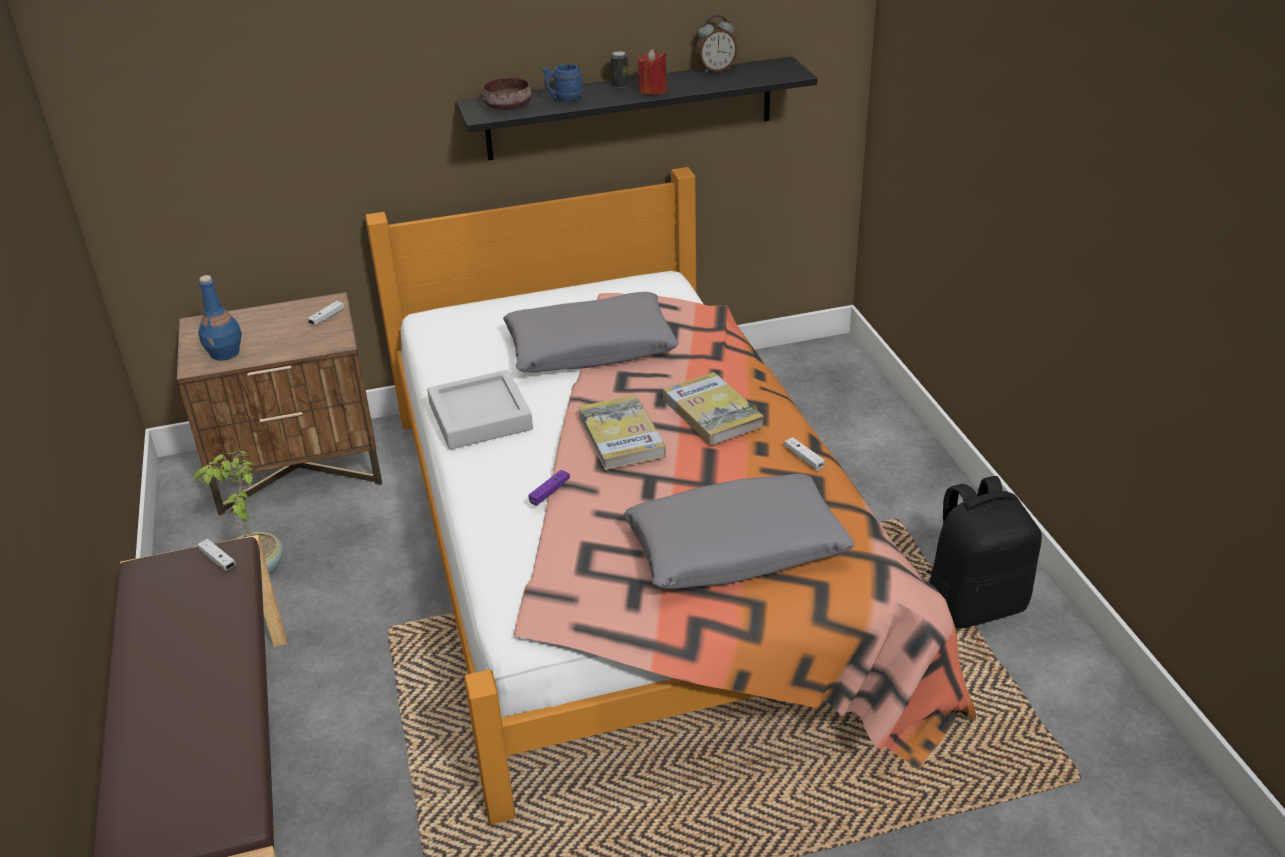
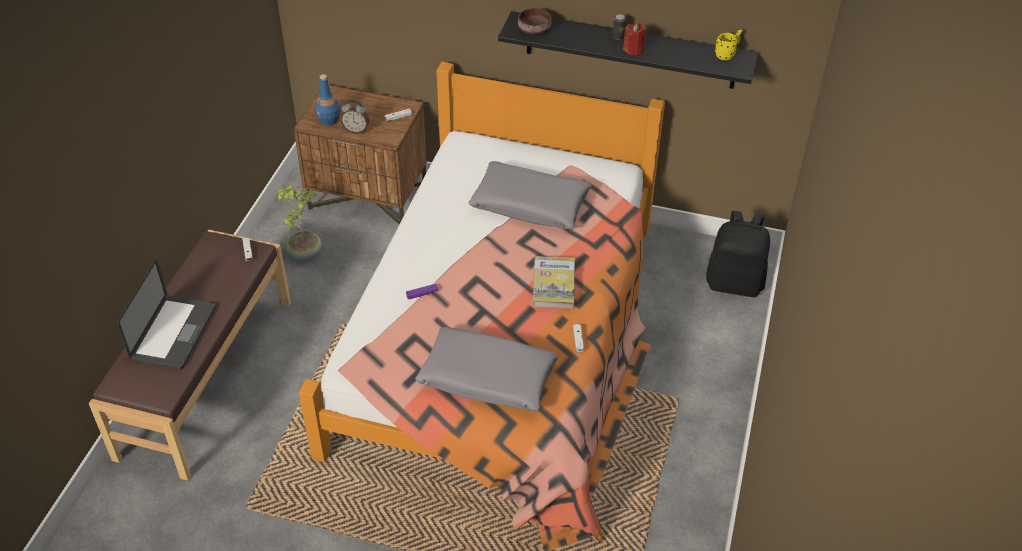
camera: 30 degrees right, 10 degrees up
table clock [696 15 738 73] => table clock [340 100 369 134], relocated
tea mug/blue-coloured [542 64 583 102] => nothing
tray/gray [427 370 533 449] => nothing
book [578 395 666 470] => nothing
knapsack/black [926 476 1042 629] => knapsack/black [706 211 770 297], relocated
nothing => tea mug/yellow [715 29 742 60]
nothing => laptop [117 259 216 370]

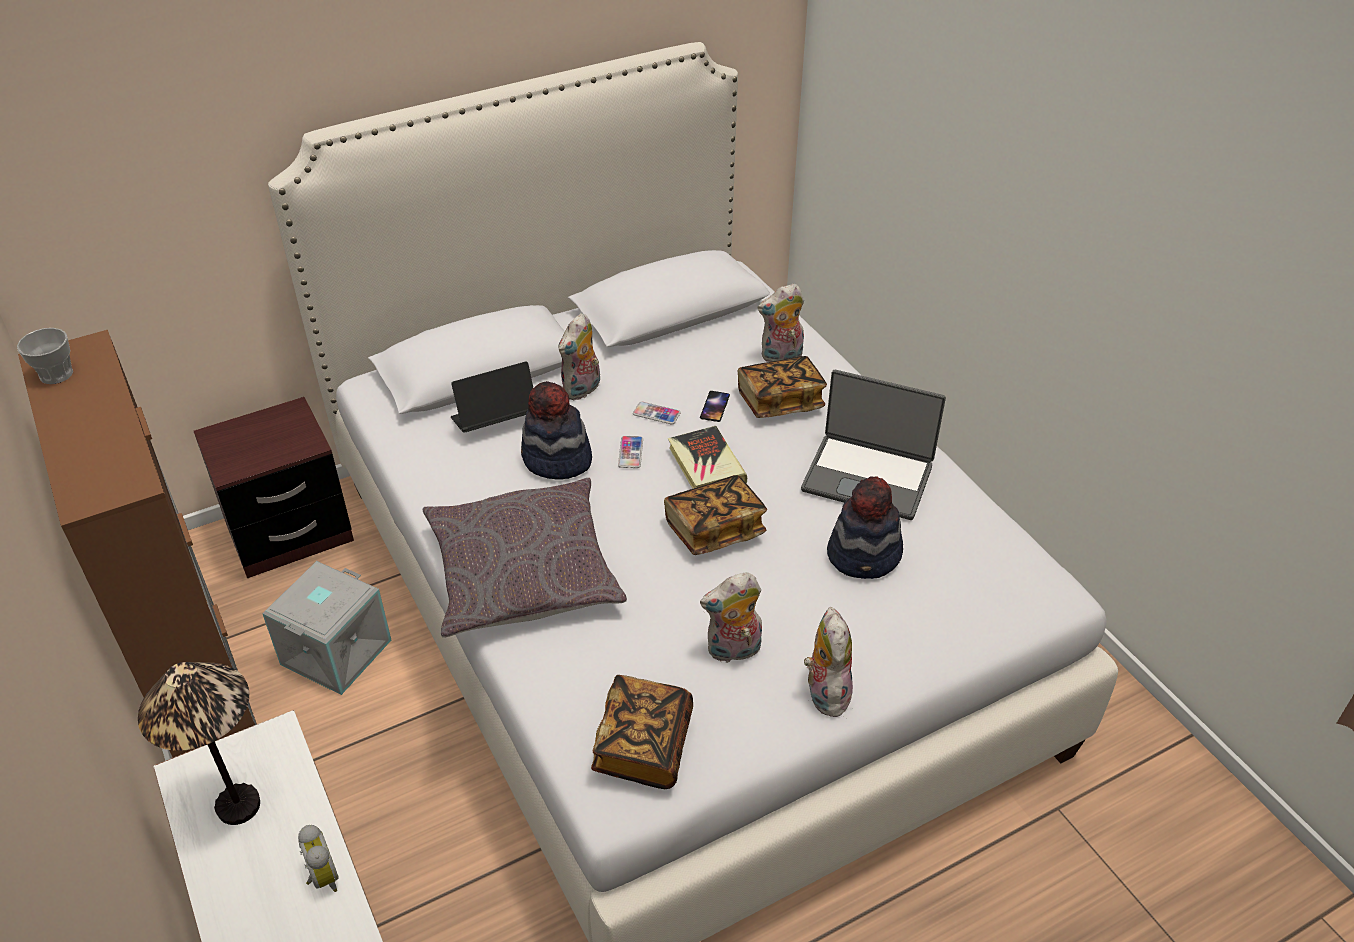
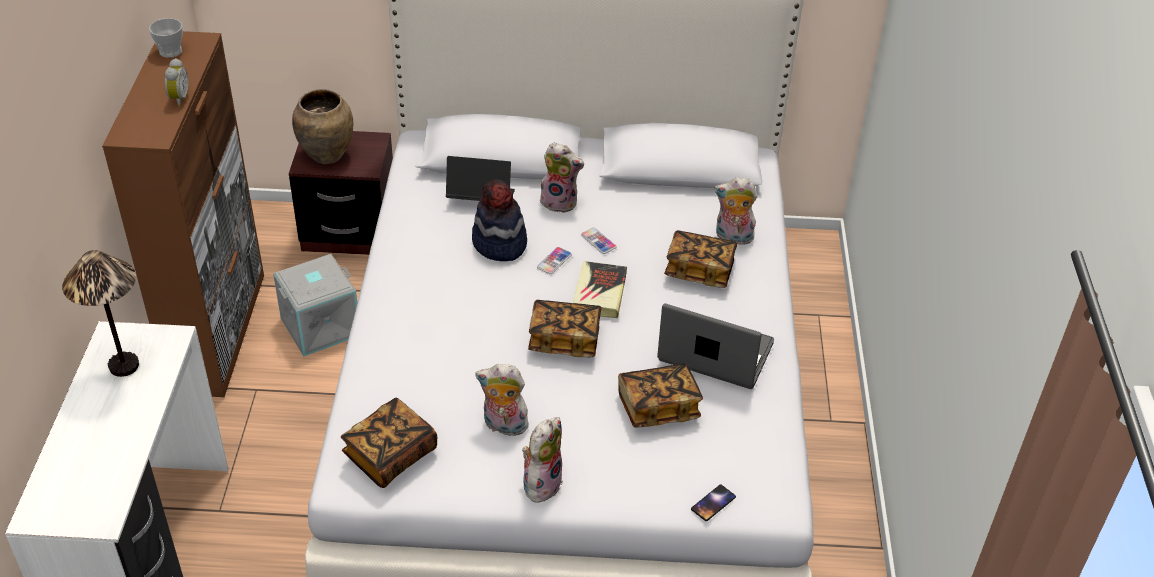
camera: 30 degrees right, 0 degrees up
cuddly toy [559 313 600 400] => cuddly toy [540 142 584 213], 135 degrees counterclockwise
laptop [801 370 946 520] => laptop [657 303 774 389], 150 degrees clockwise
telephone [700 391 730 422] => telephone [691 484 736 521], relocated
clothing hat [827 476 903 579] => book [618 363 703 427]
pillow/gray [422 478 627 638] => nothing
table clock [298 825 339 892] => table clock [165 58 188 107], relocated
nothing => flower vase/brown [292 89 353 164]

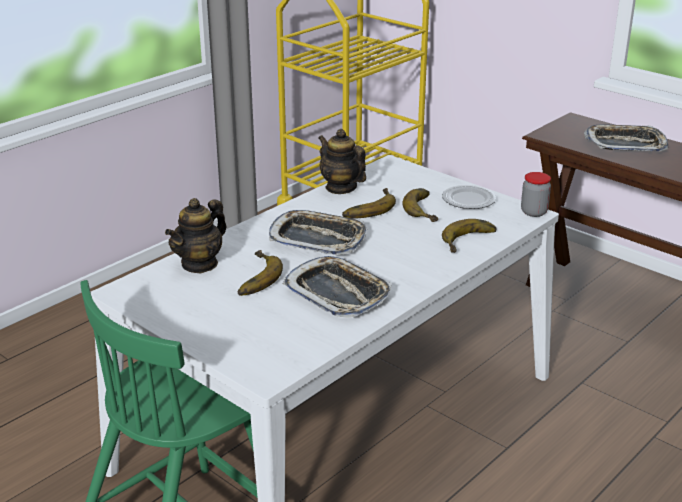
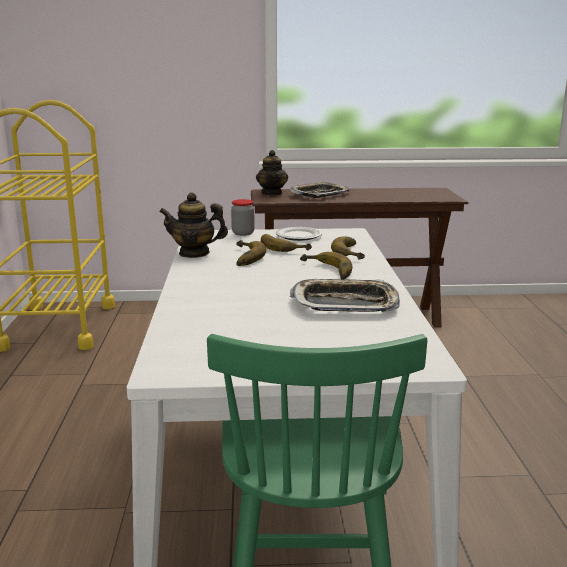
camera: 45 degrees left, 10 degrees down
jar [521 172 551 217] => jar [231 199 255 236], relocated
pot for tea [165 198 227 273] => pot for tea [256 150 288 195], relocated
tray [269 210 367 255] => nothing
banana fruit [238 250 283 296] => banana fruit [300 252 352 279], relocated

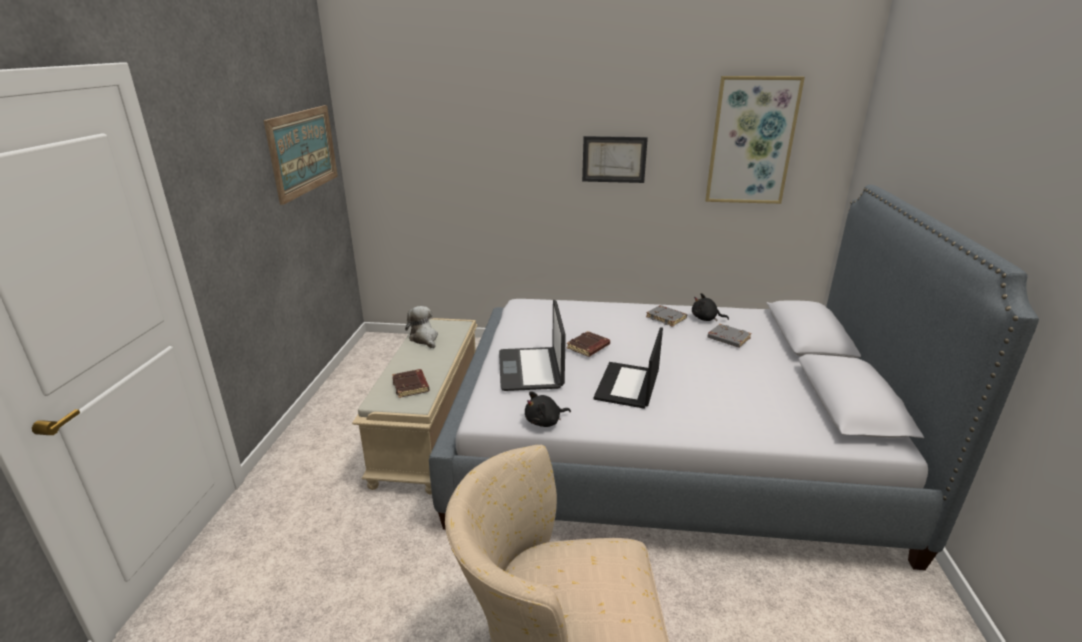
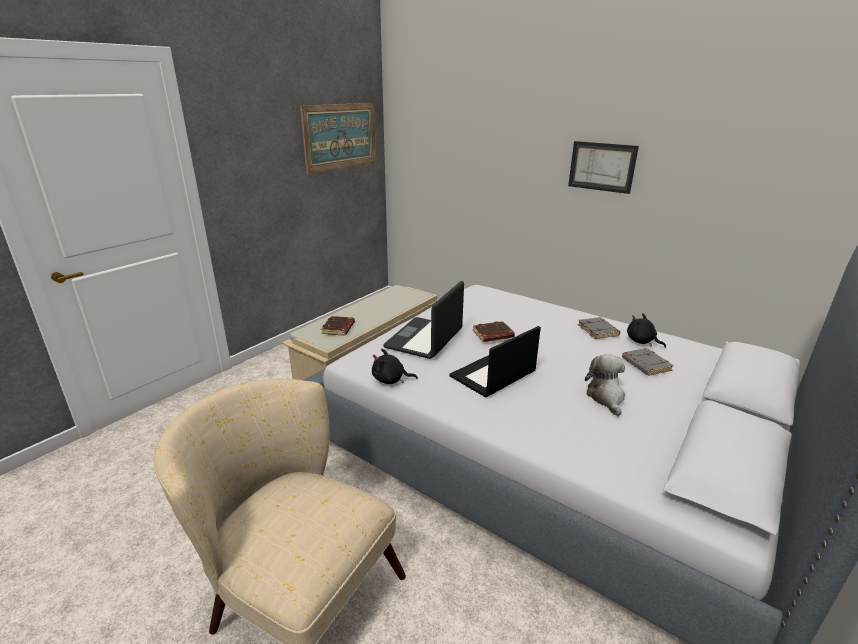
camera: 30 degrees right, 0 degrees up
picture [705 76 805 204] => nothing
cuddly toy [405 306 438 349] => cuddly toy [585 354 625 416], relocated

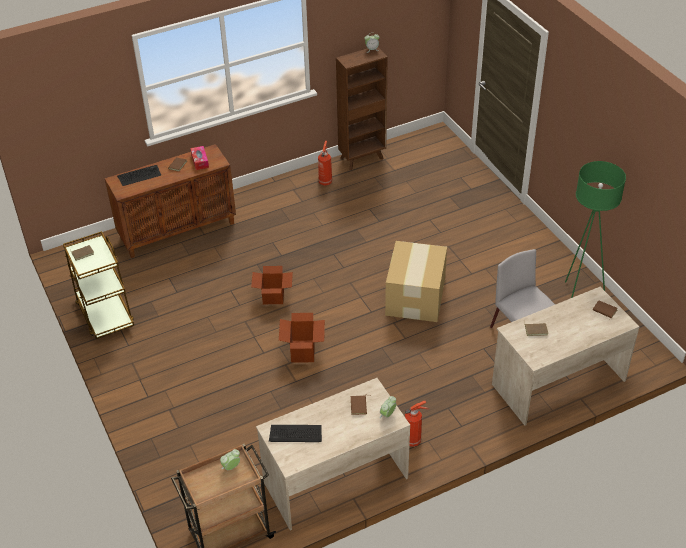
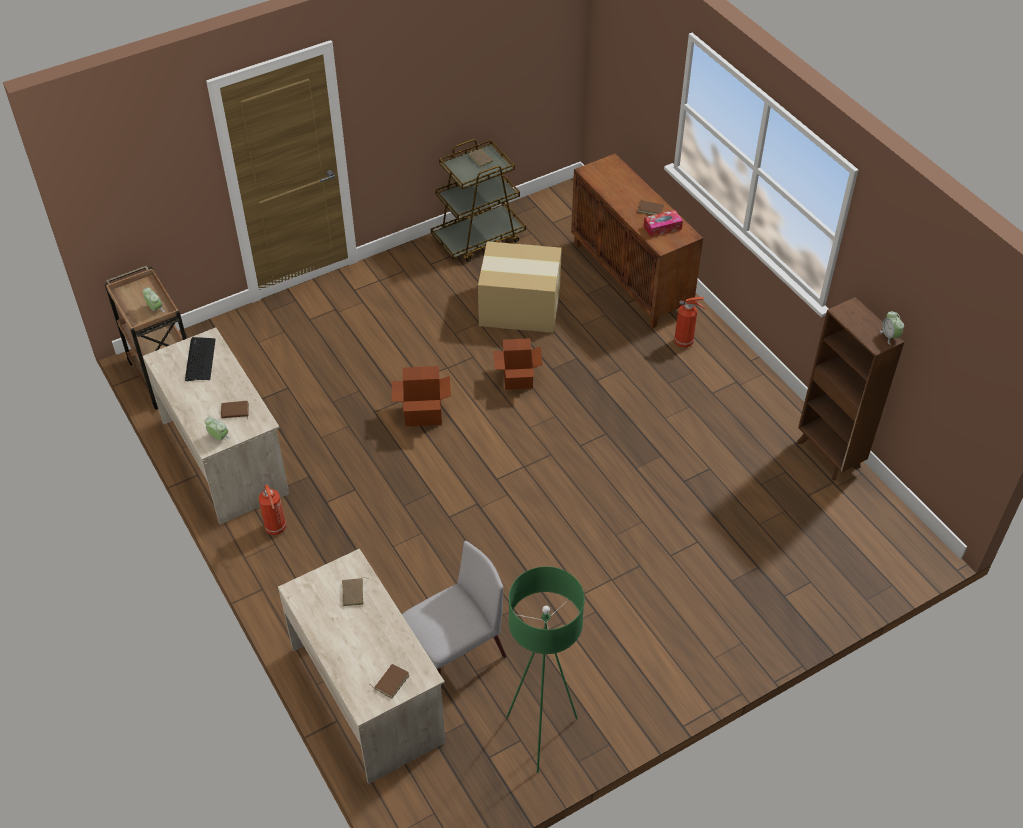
camera: 85 degrees right, 5 degrees up
fire-fighting cylinder [318 141 332 186] => fire-fighting cylinder [674 297 707 348], relocated
computer keyboard [117 165 161 186] => nothing
carton [385 241 447 322] => carton [478 241 562 333], relocated

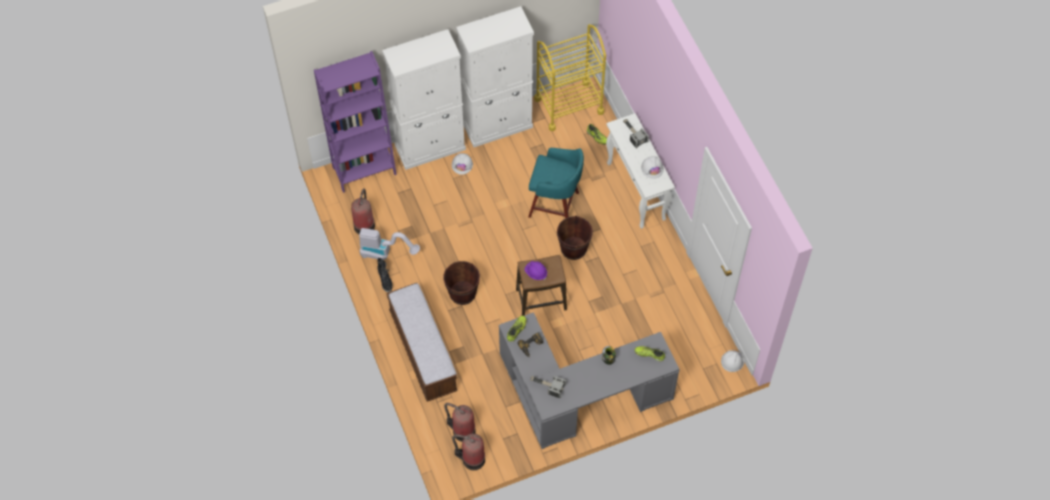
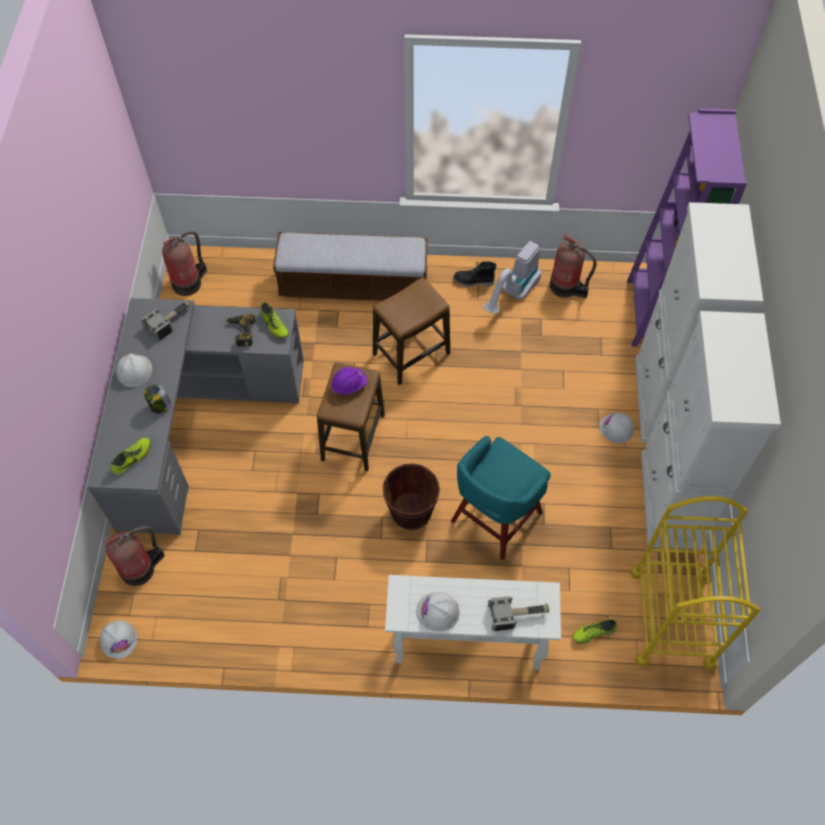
camera: 115 degrees right, 0 degrees up
bucket/brown [443 261 480 305] => stool seat [373 277 450 385]
fire-fighting cylinder [444 403 476 442] => fire-fighting cylinder [103 526 165 586], relocated
nothing => hard hat/whitish [116 354 152 387]

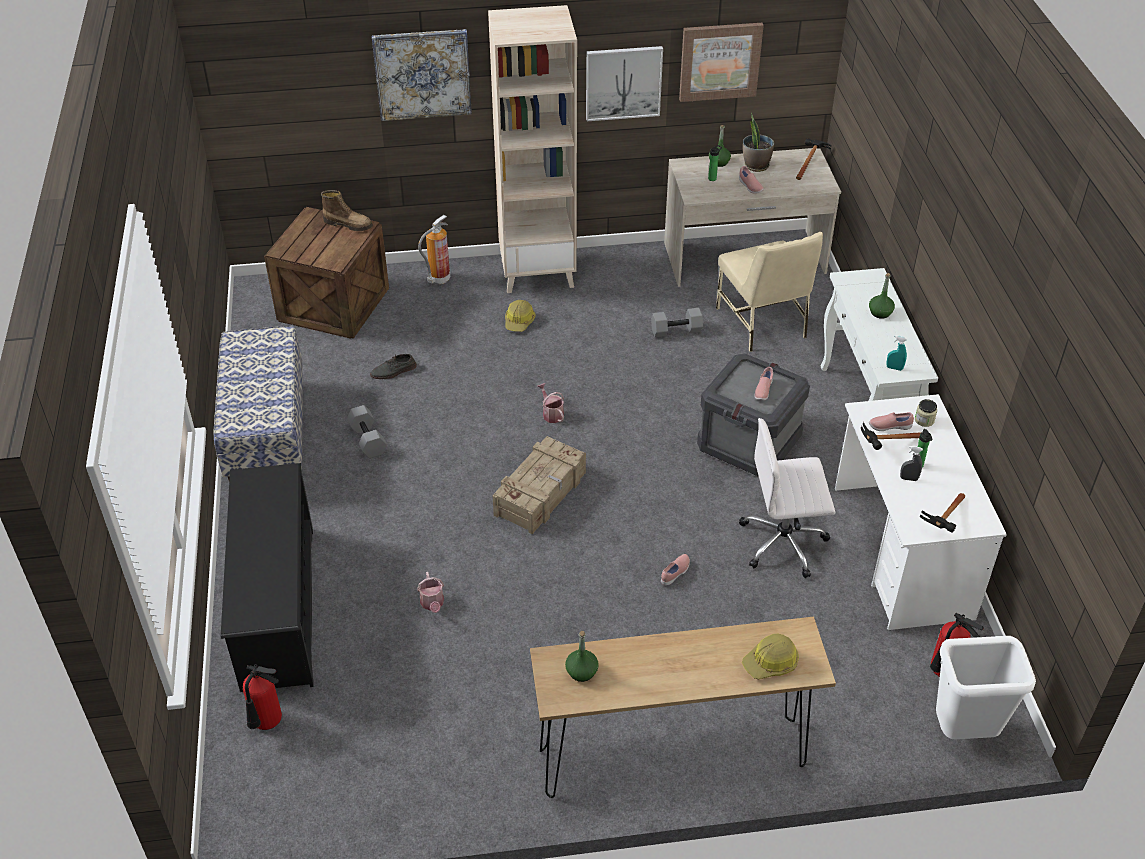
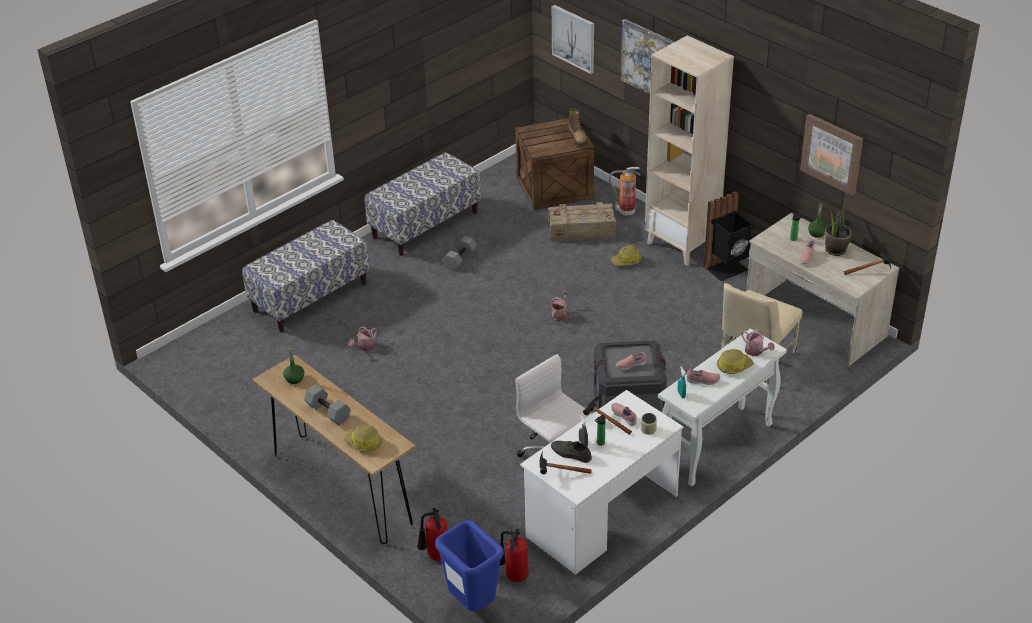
camera: 55 degrees right, 5 degrees down
picture [586 46 663 121] => picture [552 5 594 74], relocated
bottle/green-coloured [869 273 895 319] => hard hat [717 349 754 374]
dumbbell/gray [651 308 703 337] => dumbbell/gray [304 384 351 425], relocated
item of footwear/gray [370 354 417 379] => item of footwear/gray [551 441 592 463], relocated
shipping crate [493 436 586 534] => shipping crate [548 202 616 241], relocated
shoe rack/black [221 463 314 692] => bench [242 220 369 332]
item of footwear/pink-coloured [661 554 690 586] => item of footwear/pink-coloured [686 369 720 385], relocated
trash can/whitish [936 636 1036 739] => trash can/blue-coloured [435 520 504 612]
fire-fighting cylinder [243 664 282 730] => fire-fighting cylinder [417 507 448 561], relocated
nothing => trash can/black [703 191 754 281]
nothing => watering pot [741 328 775 356]

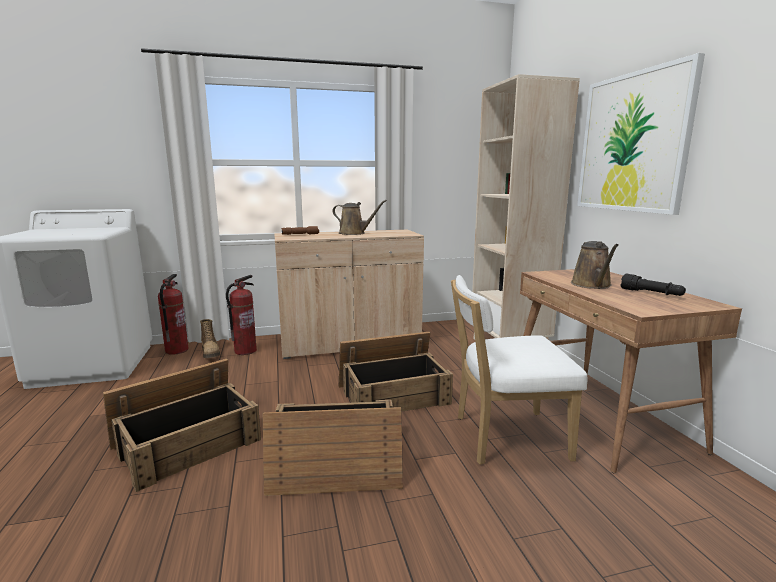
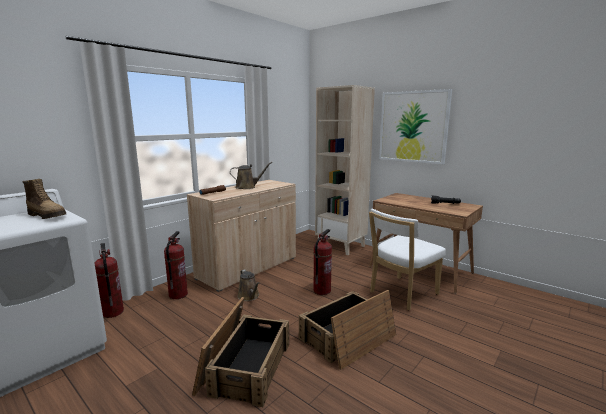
camera: 35 degrees left, 0 degrees up
watering pot/brown [571 241 619 289] => watering pot/brown [237 269 259 301], relocated
boot [200 319 221 358] => boot [23 179 66 219], relocated
shipping crate [339 332 453 412] => fire-fighting cylinder [314 229 332 295]

